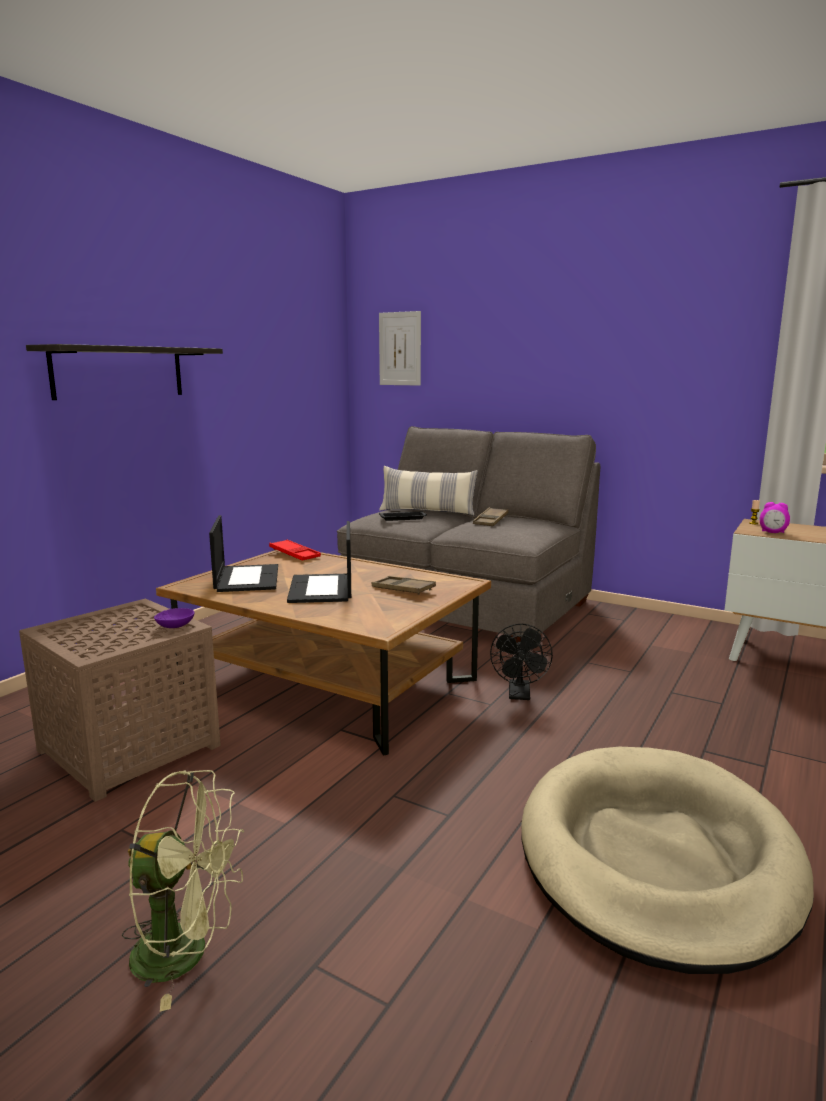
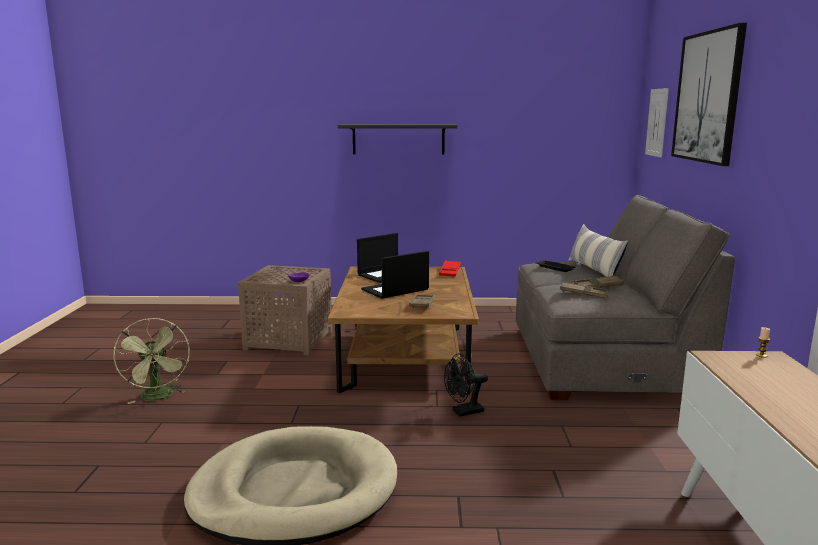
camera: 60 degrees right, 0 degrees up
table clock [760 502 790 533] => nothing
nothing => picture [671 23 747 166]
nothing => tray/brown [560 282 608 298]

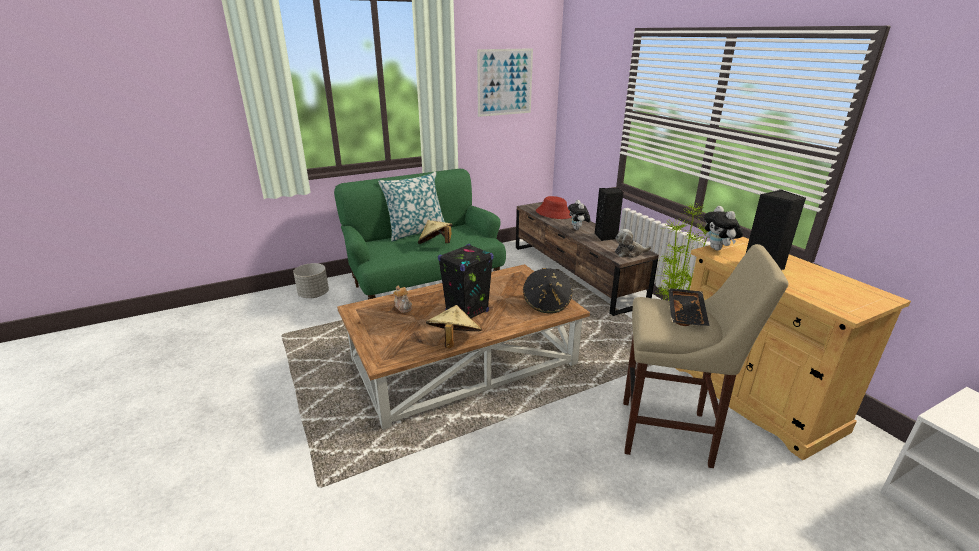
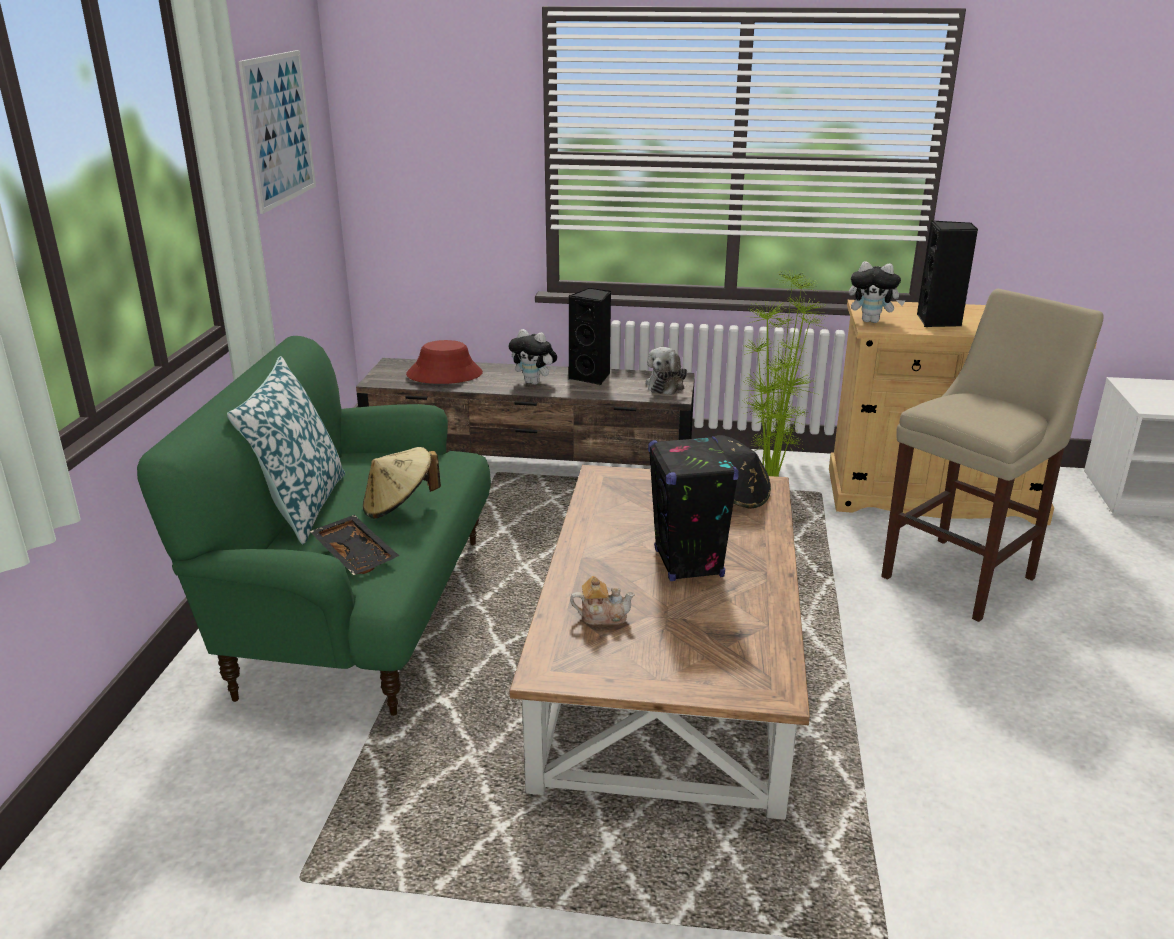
camera: 55 degrees left, 0 degrees up
plant pot/gray [293 263 329 298] => nothing
tray/black [668 288 709 326] => tray/black [310 515 399 575], relocated
clothing hat/beige-coloured [426 305 482 348] => nothing

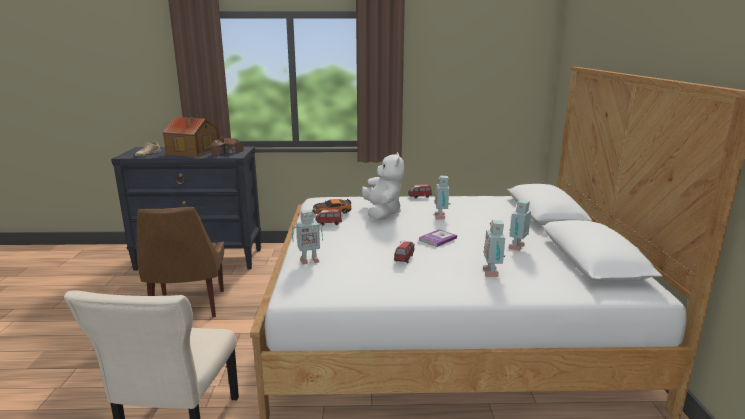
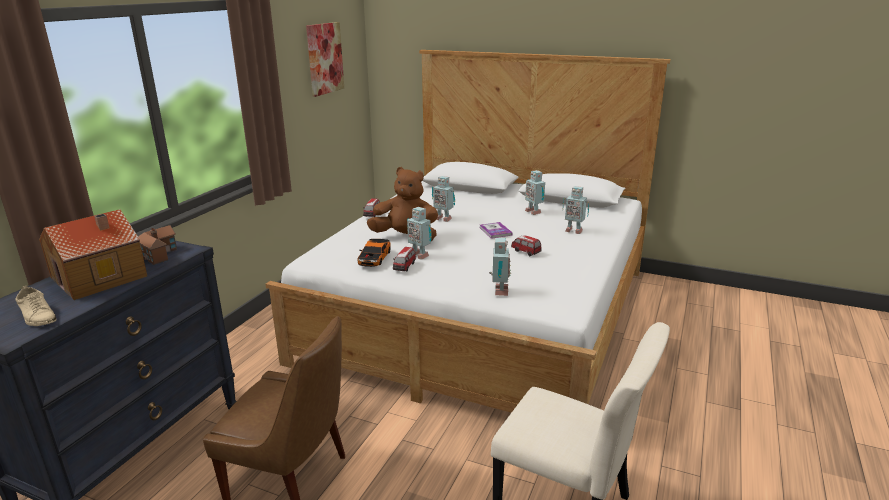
camera: 65 degrees left, 5 degrees up
cuddly toy/whitish [362 152 404 220] => cuddly toy/brown [367 167 438 241]
nothing => picture [306 22 344 97]
nothing => model robot [407 207 432 260]

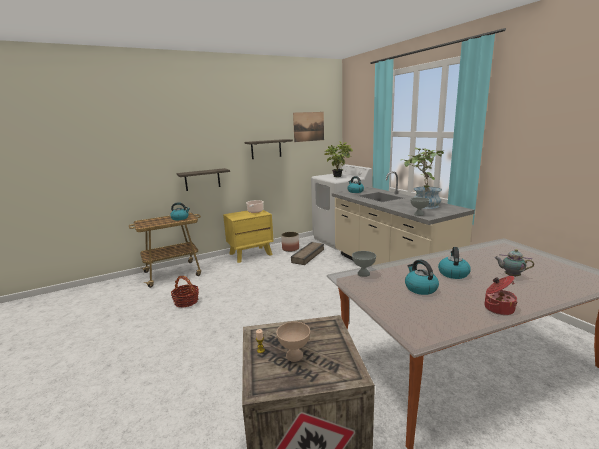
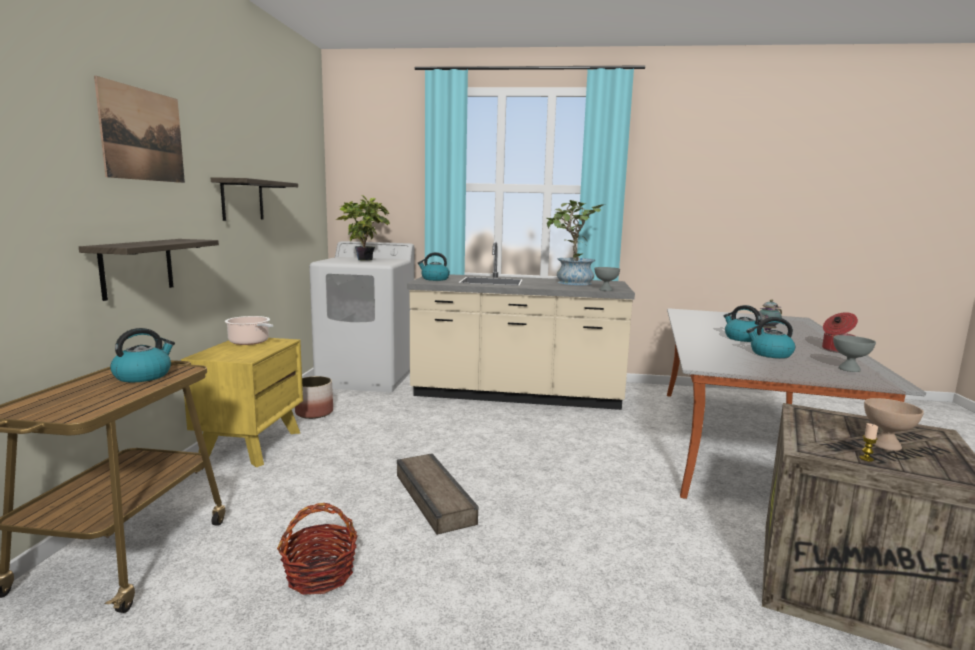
camera: 55 degrees left, 5 degrees down
picture [293 112 324 142] => picture [94 76 185 183], relocated
shipping crate [291 242 324 265] => shipping crate [397 454 479 535], relocated
serving bowl/gray [352 251 376 277] => serving bowl/gray [833 335 876 372], relocated

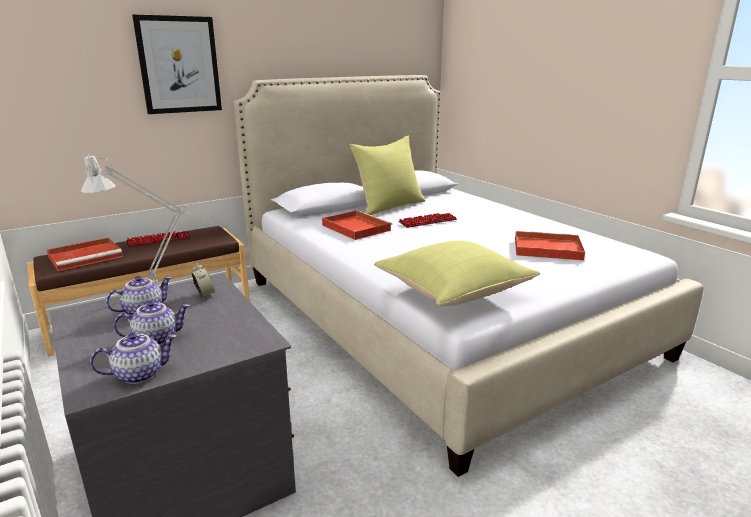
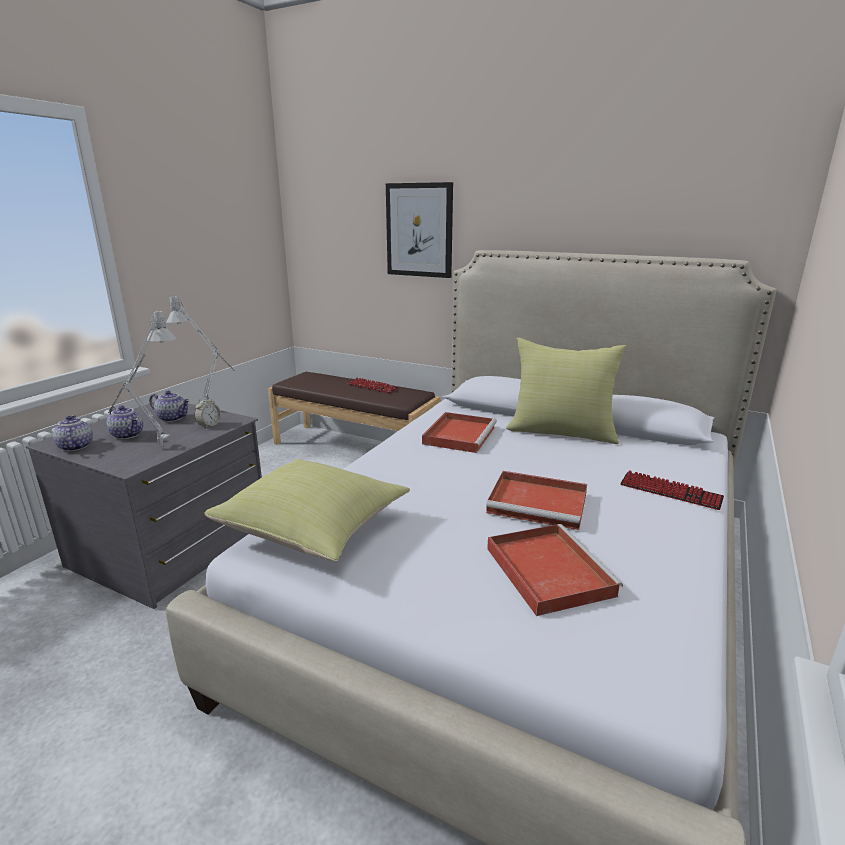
camera: 60 degrees right, 0 degrees up
computer keyboard [398 213 457 228] => computer keyboard [620 470 724 510], relocated
tray/red [47 237 123 271] => tray/red [486 471 587 530], relocated
pot for tea [90 333 177 384] => pot for tea [53 415 93 451], 150 degrees counterclockwise
nothing => lamp for a table/gray [109 311 177 447]

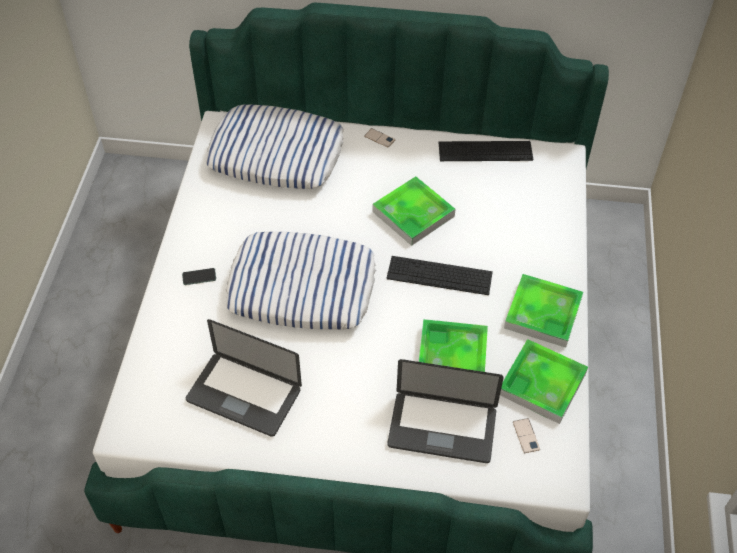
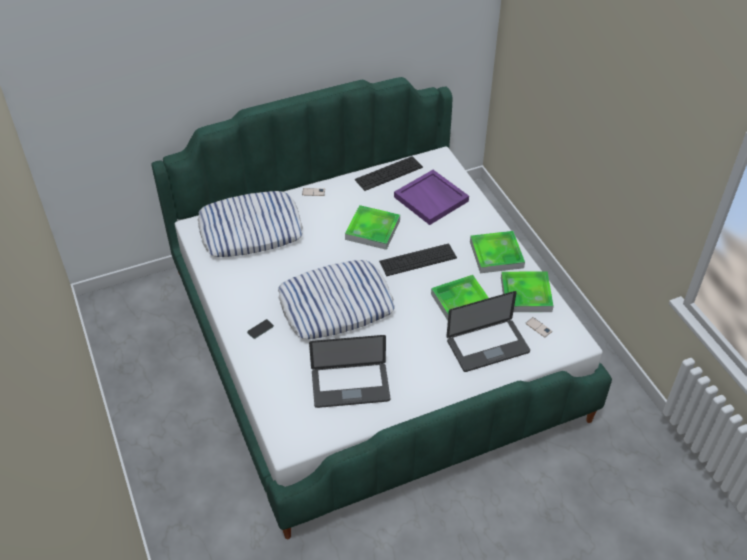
camera: 30 degrees left, 5 degrees down
nothing => tray/purplish [394 170 469 225]

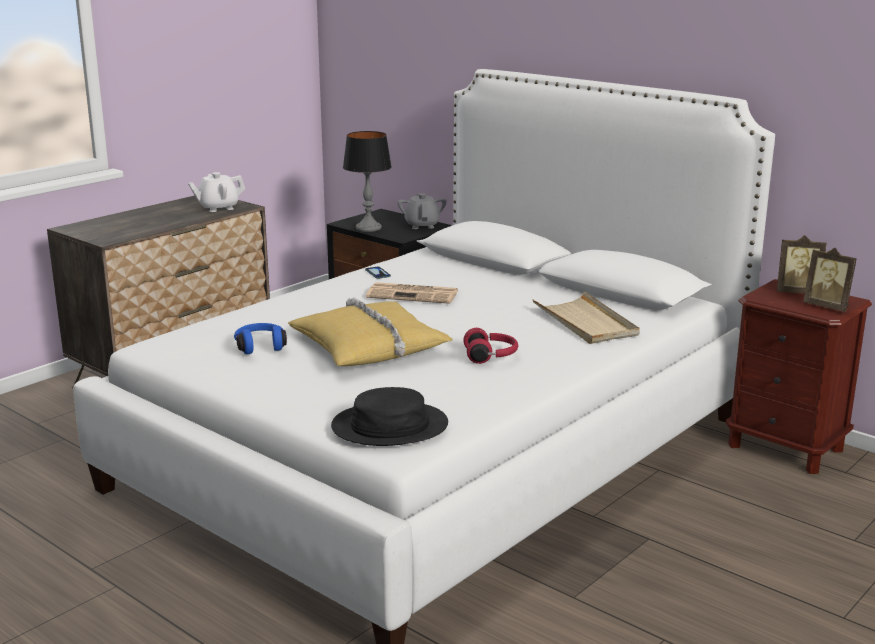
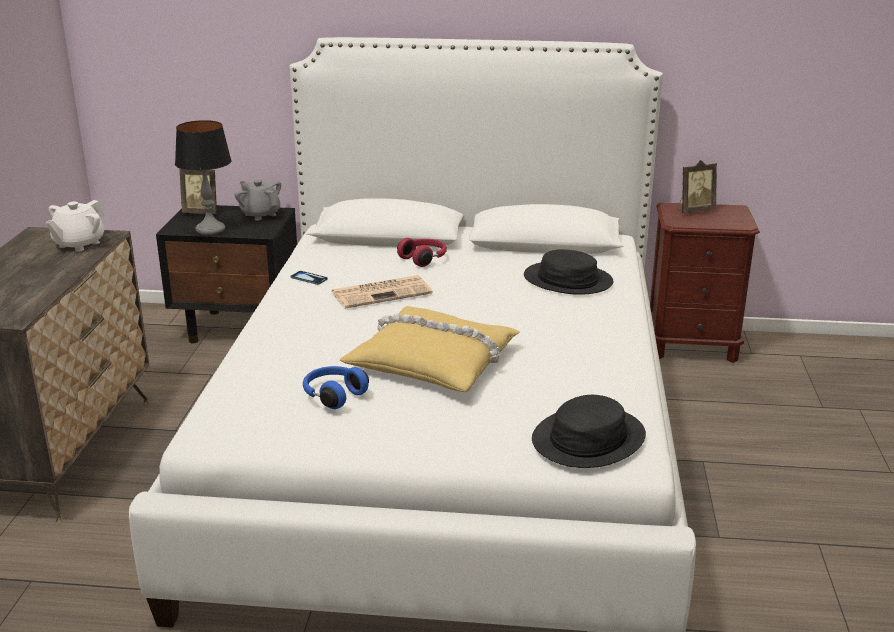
camera: 35 degrees left, 5 degrees up
standing frame [803 248 857 312] => standing frame [180 169 218 214], relocated
tray/beige-coloured [532 291 640 344] => clothing hat/black [524 249 613 295]
pair of headphones/red [463 328 518 364] => pair of headphones/red [397 238 447 267], relocated

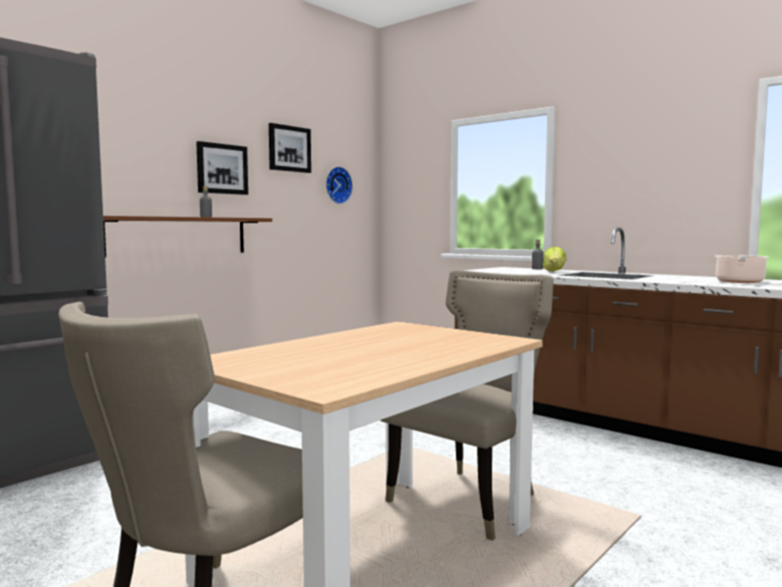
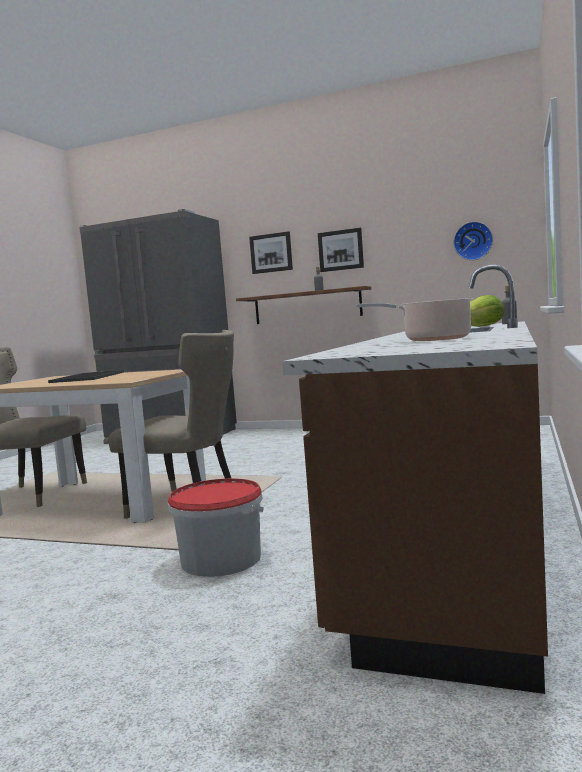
camera: 70 degrees right, 0 degrees up
picture [269 123 311 173] => picture [249 231 293 274], relocated
nothing => tray [48 370 124 383]
nothing => bucket [168 478 264 577]

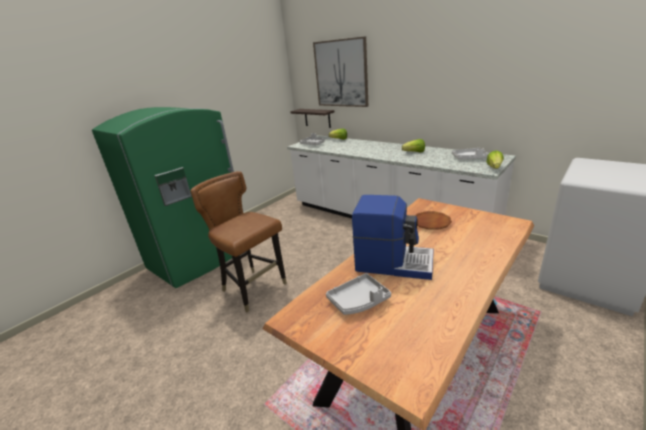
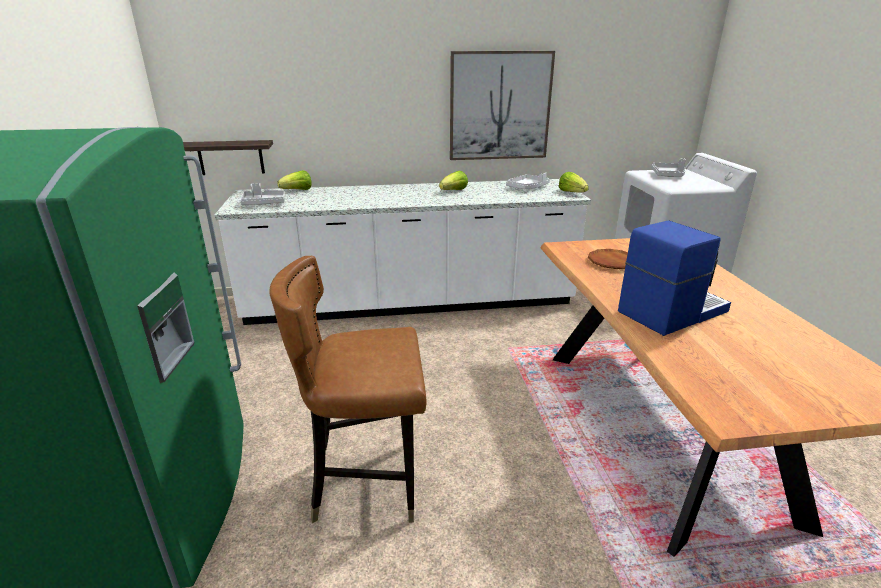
camera: 50 degrees left, 0 degrees up
picture [313 36 368 107] => picture [450 51 555 160], relocated
tray/gray [326 273 391 315] => tray/gray [651 158 686 177], relocated

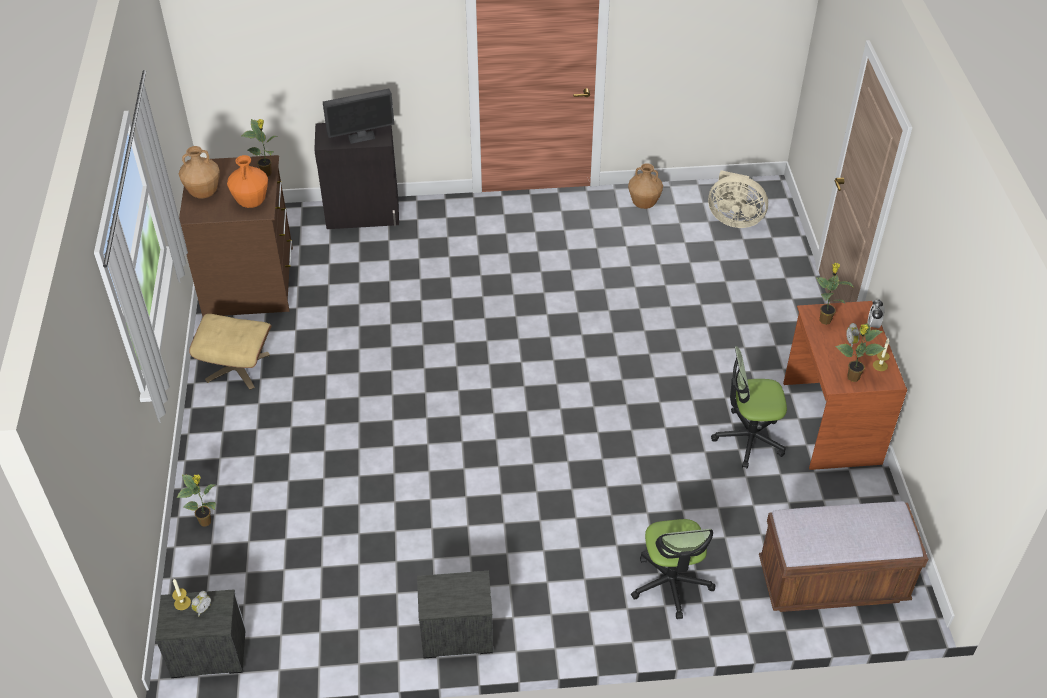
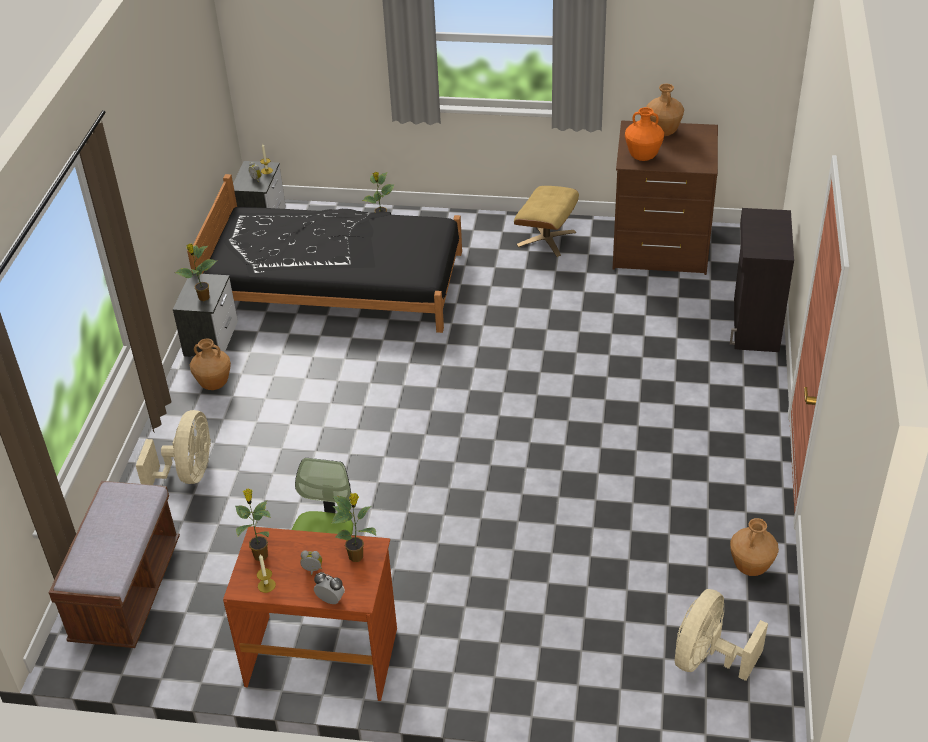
camera: 105 degrees right, 5 degrees down
computer screen [323 89 394 144] => nothing
houseplant [242 119 278 176] => houseplant [175 244 217 301], relocated
computer chair [631 519 716 619] => cooling fan/beige-coloured [136 410 211 485]
nothing => sleeping bed/black [187 174 462 333]
nothing => flower vase/brown [190 338 231 390]

